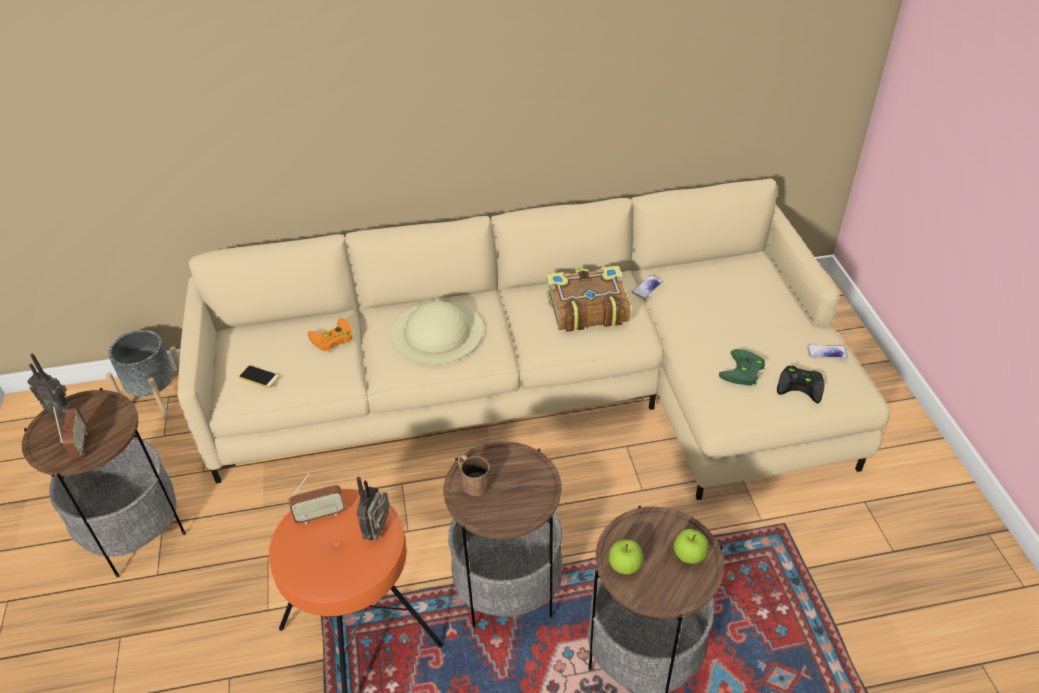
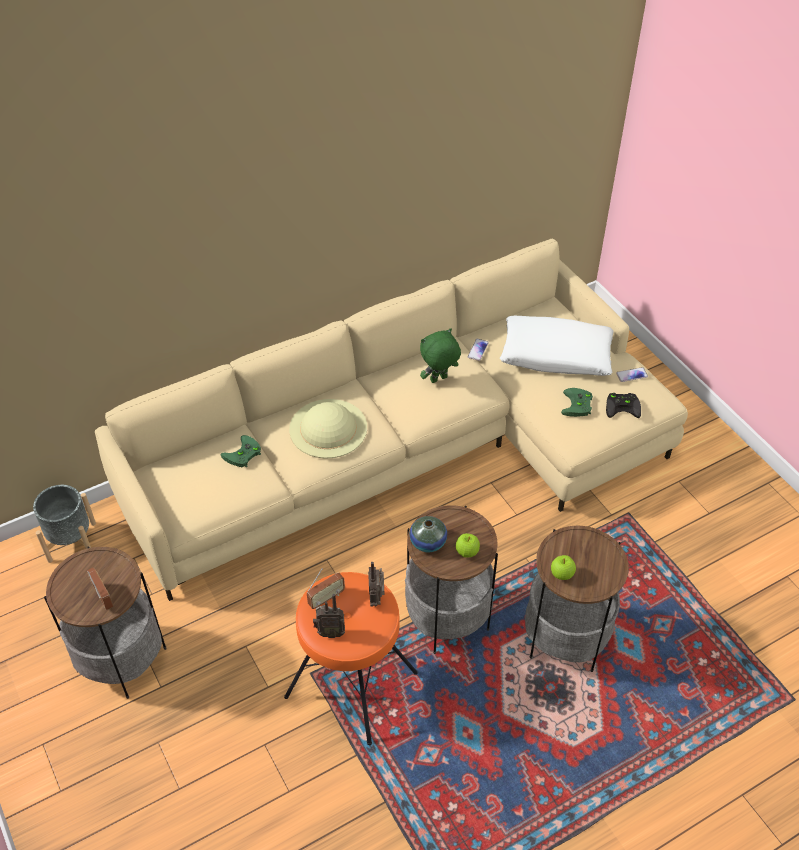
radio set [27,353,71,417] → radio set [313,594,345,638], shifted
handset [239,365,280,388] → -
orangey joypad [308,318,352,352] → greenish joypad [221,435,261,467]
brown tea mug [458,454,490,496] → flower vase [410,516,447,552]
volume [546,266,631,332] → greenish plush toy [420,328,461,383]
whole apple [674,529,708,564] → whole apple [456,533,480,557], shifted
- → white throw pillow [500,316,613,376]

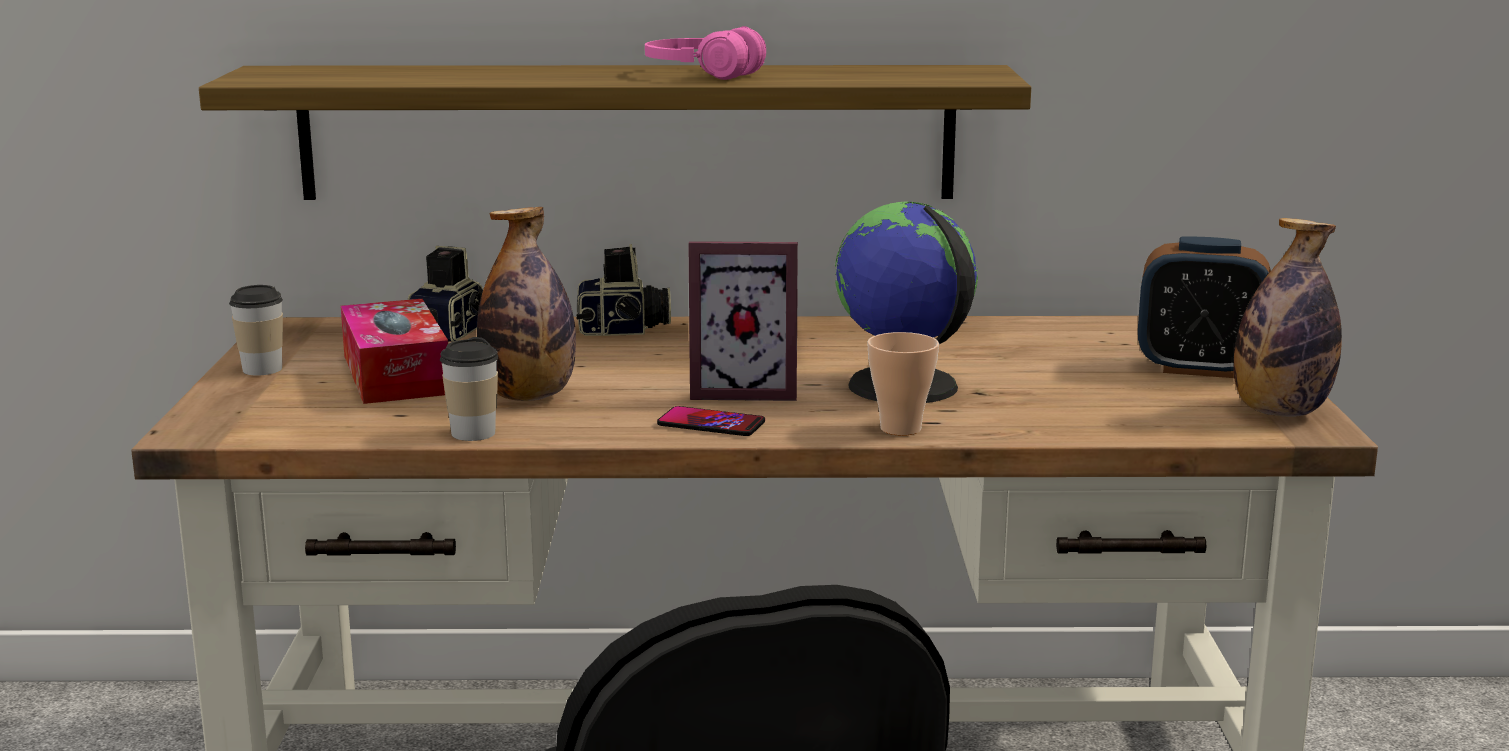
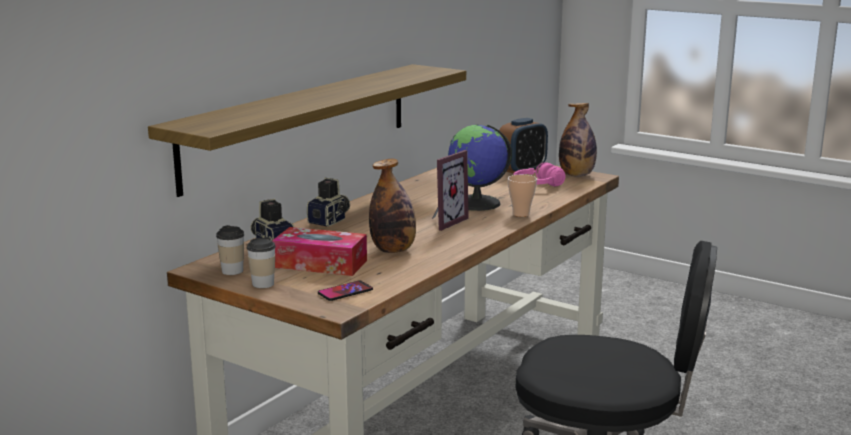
drinking cup [440,337,498,441] → drinking cup [216,225,244,275], shifted
pinkish headphones [645,26,766,80] → pinkish headphones [514,162,565,187], shifted
handset [657,406,765,436] → handset [318,280,373,301], shifted

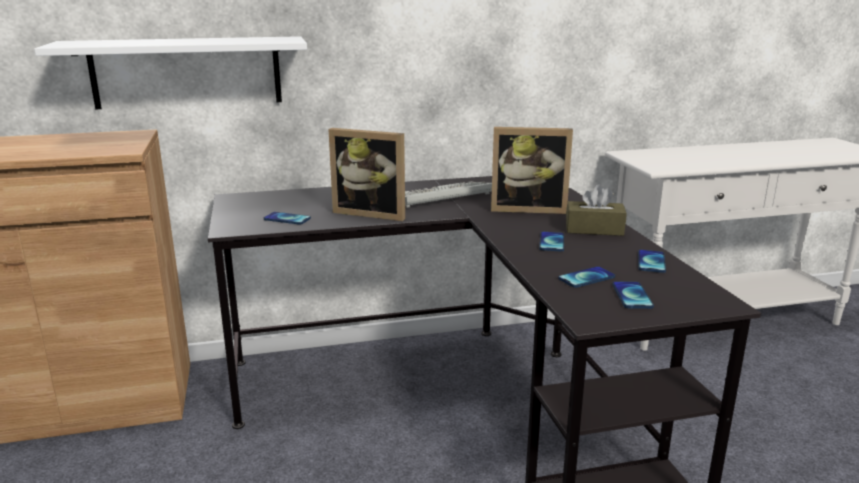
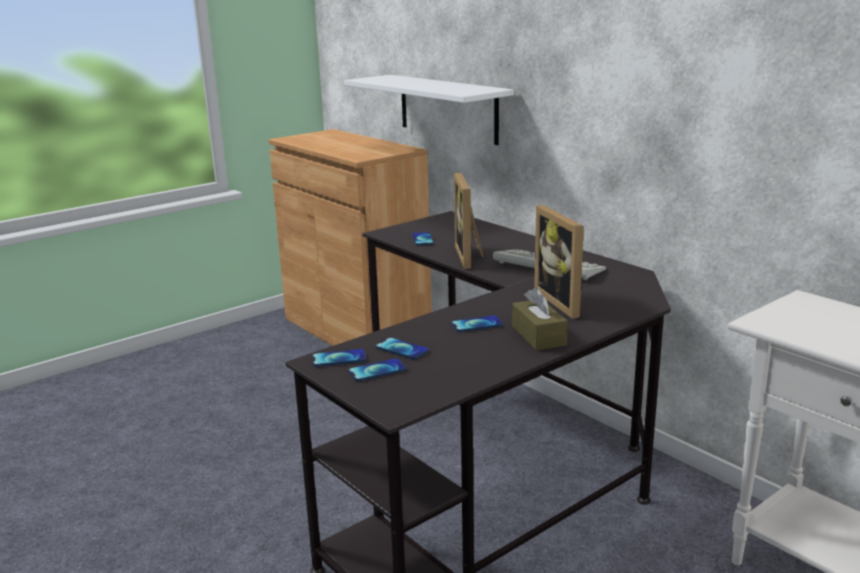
handset [638,250,666,273] → handset [312,349,366,367], shifted

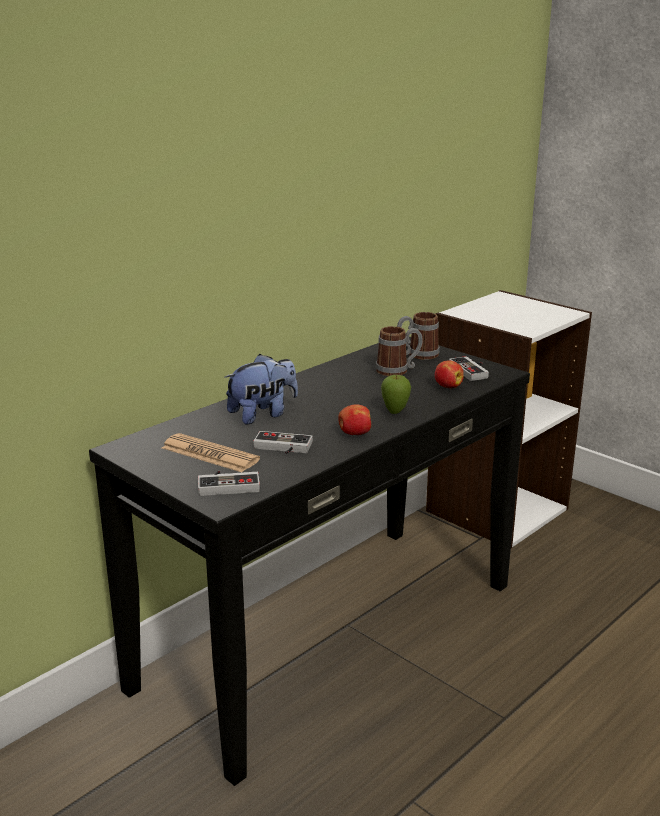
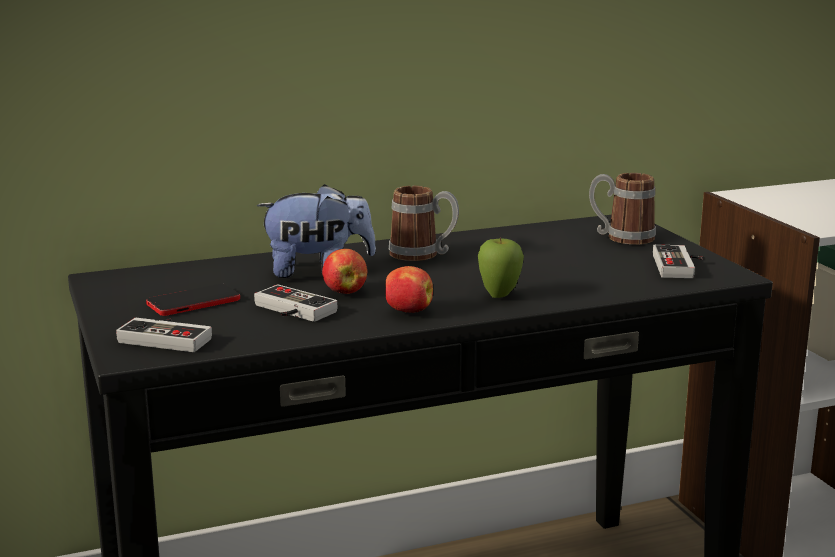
daily paper [162,433,260,472] → handset [146,284,240,316]
tea mug [376,326,423,376] → tea mug [389,186,459,261], shifted
whole apple [435,360,464,388] → whole apple [322,249,367,294], shifted

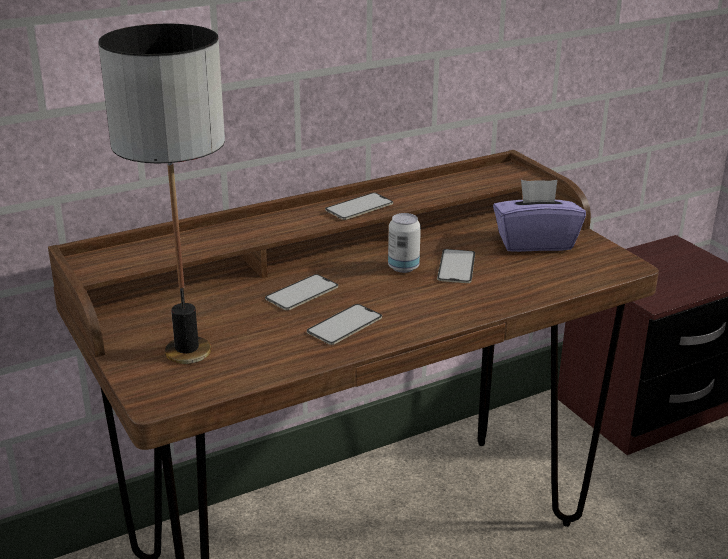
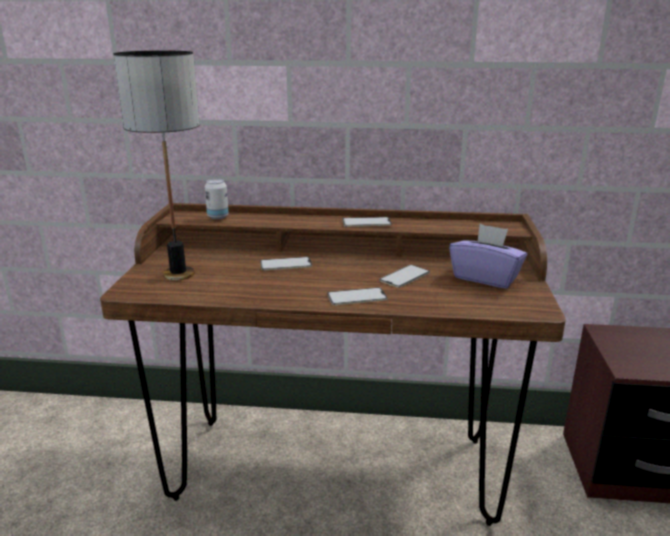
handset [307,304,382,345] → handset [327,287,388,305], shifted
can [388,213,421,273] → can [205,179,229,219], shifted

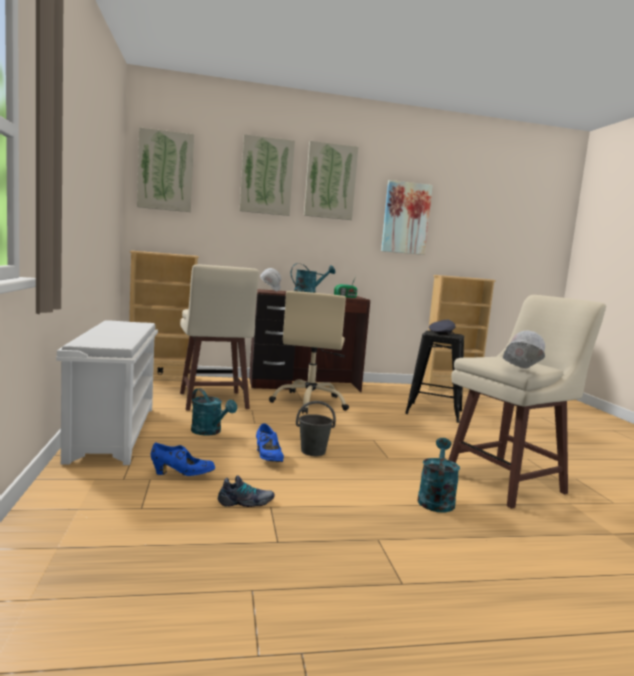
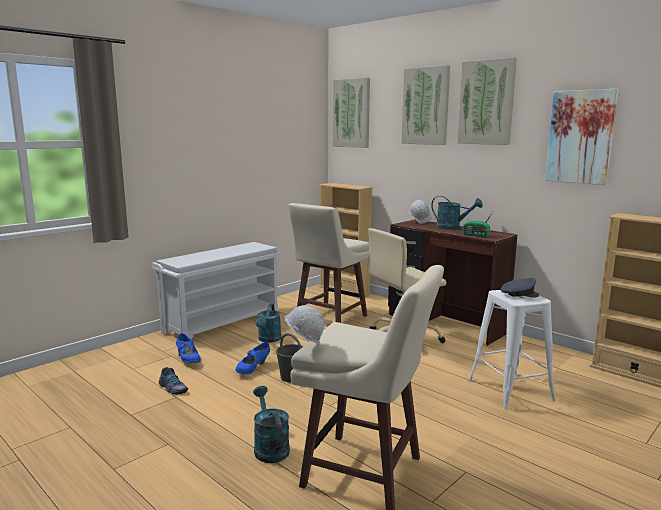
black-coloured stool seat [405,331,464,423] → white stool seat [468,290,556,410]
turquoise-coloured watering can [417,438,460,512] → turquoise-coloured watering can [253,386,290,463], 90 degrees counterclockwise

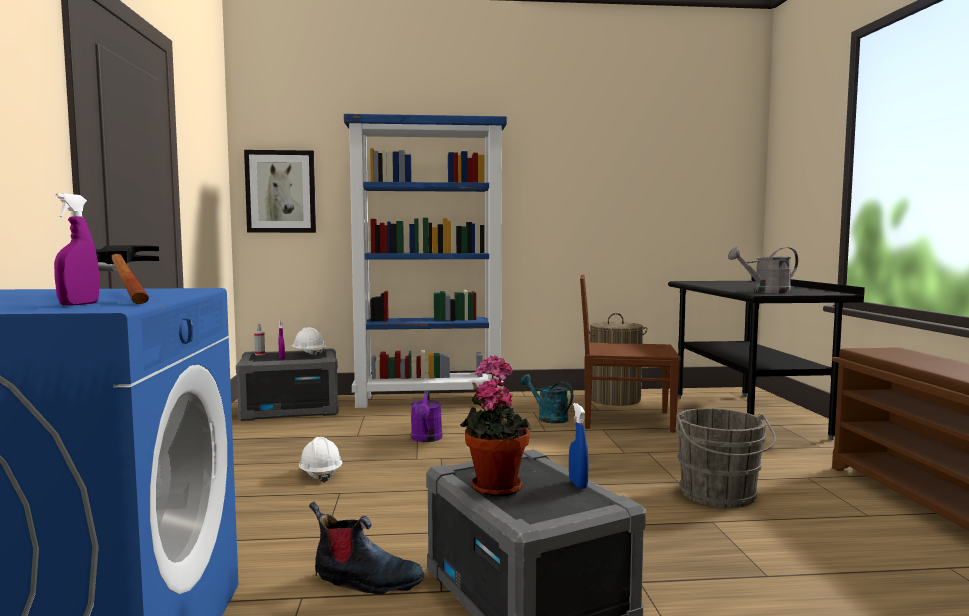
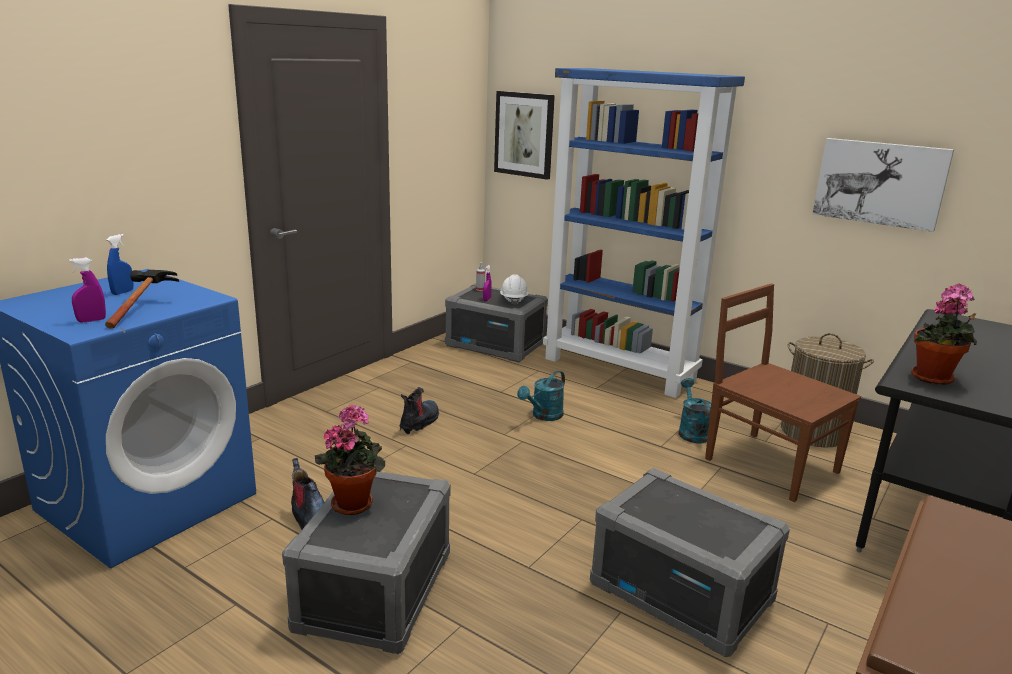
white safety helmet [299,437,342,483] → high-top boot [400,387,439,434]
purple watering can [411,391,442,442] → turquoise-coloured watering can [517,370,565,421]
blue-coloured hand sprayer [569,403,588,489] → blue-coloured hand sprayer [107,234,134,295], shifted
grey pail [675,408,776,508] → grey storage bin [590,468,790,657]
grey watering can [728,247,798,293] → houseplant [911,283,977,385]
- → wall art [812,138,954,232]

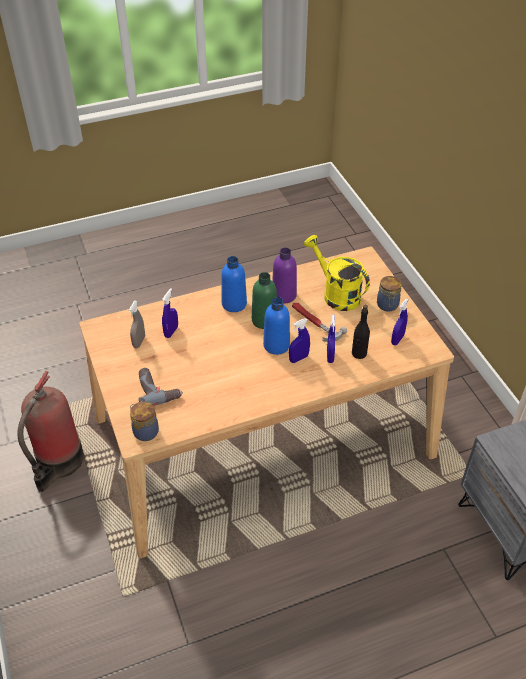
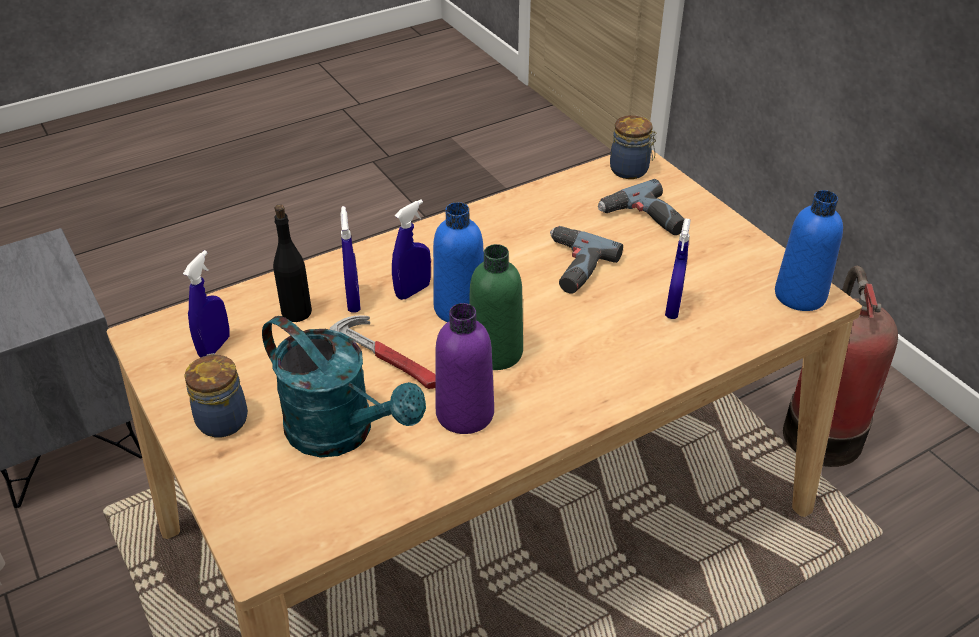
grey hand sprayer [129,301,145,348] → -
blue-coloured beverage bottle [221,256,247,312] → blue-coloured beverage bottle [775,190,843,311], shifted
yellow watering can [304,235,370,311] → turquoise-coloured watering can [262,316,426,458]
- → power drill [550,226,623,294]

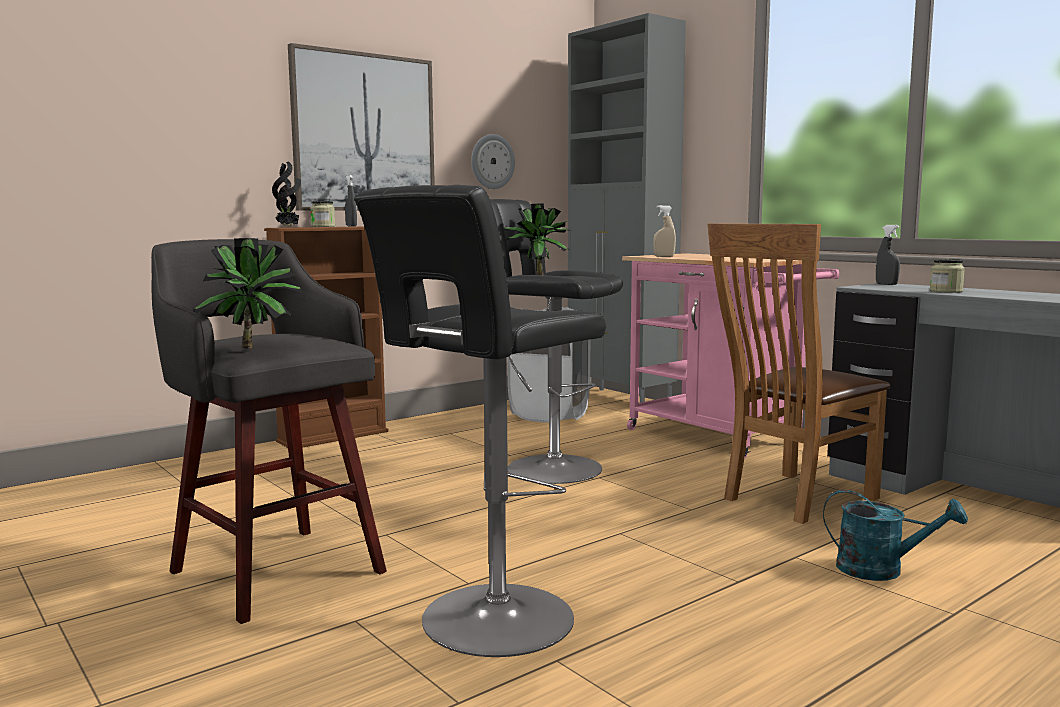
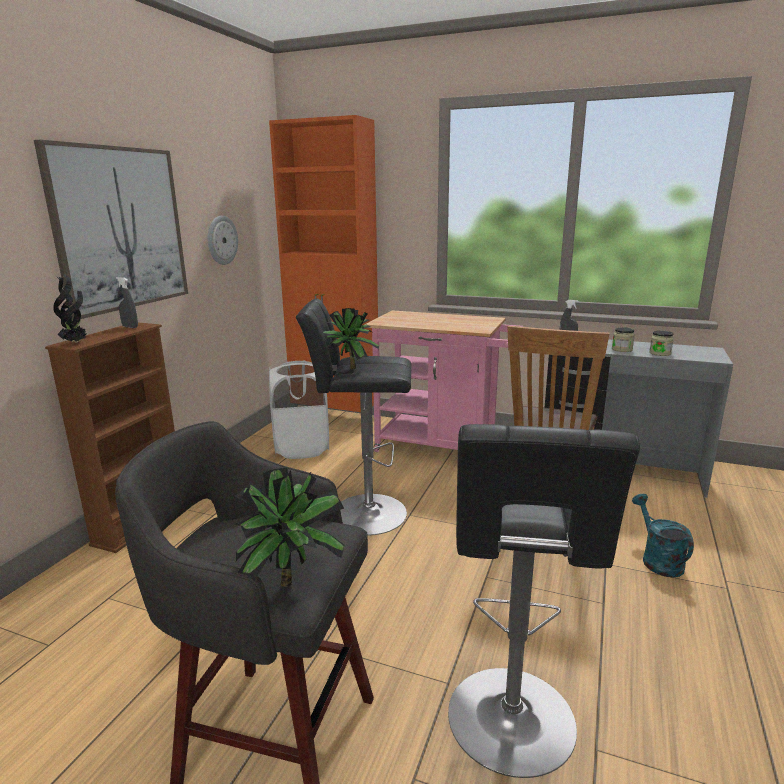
preserve jar [311,201,335,227] → preserve jar [649,330,674,356], shifted
grey cabinet [568,13,686,403] → orangey cabinet [269,115,378,415]
beige-coloured hand sprayer [653,205,676,257] → -
turquoise-coloured watering can [823,489,968,581] → turquoise-coloured watering can [632,494,694,578], 90 degrees counterclockwise

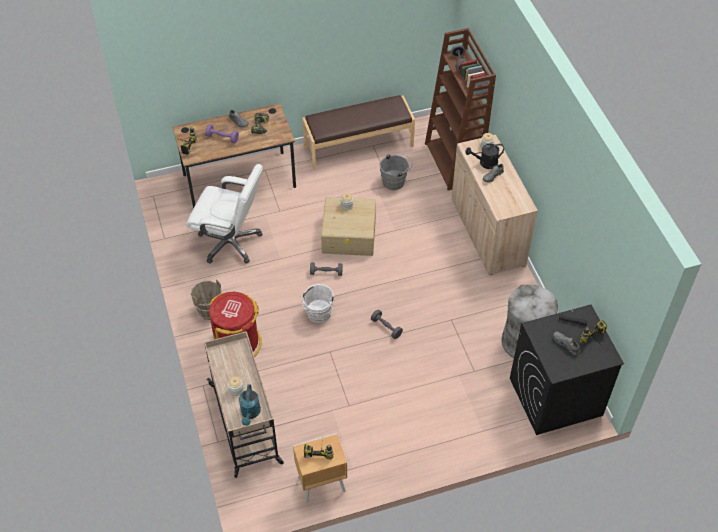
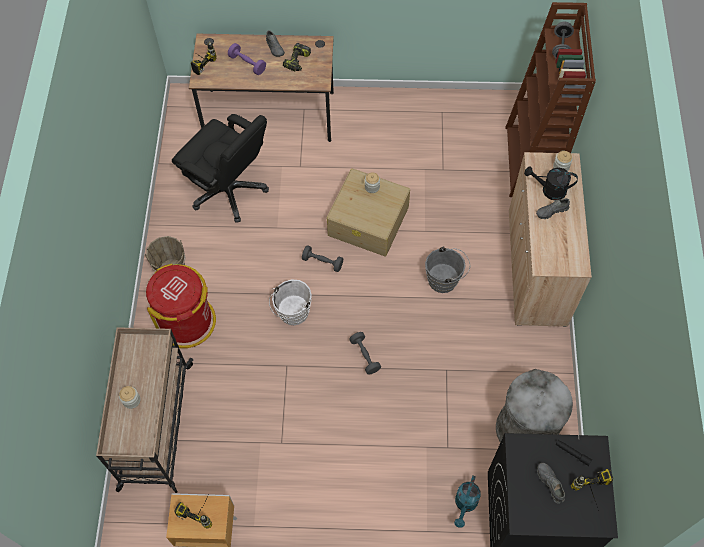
white office chair [186,164,263,264] → black-coloured office chair [172,114,269,223]
turquoise-coloured watering can [239,384,261,426] → turquoise-coloured watering can [454,476,481,528], shifted
brown bench [302,95,415,170] → -
grey pail [380,154,412,190] → grey pail [425,246,470,293], shifted

